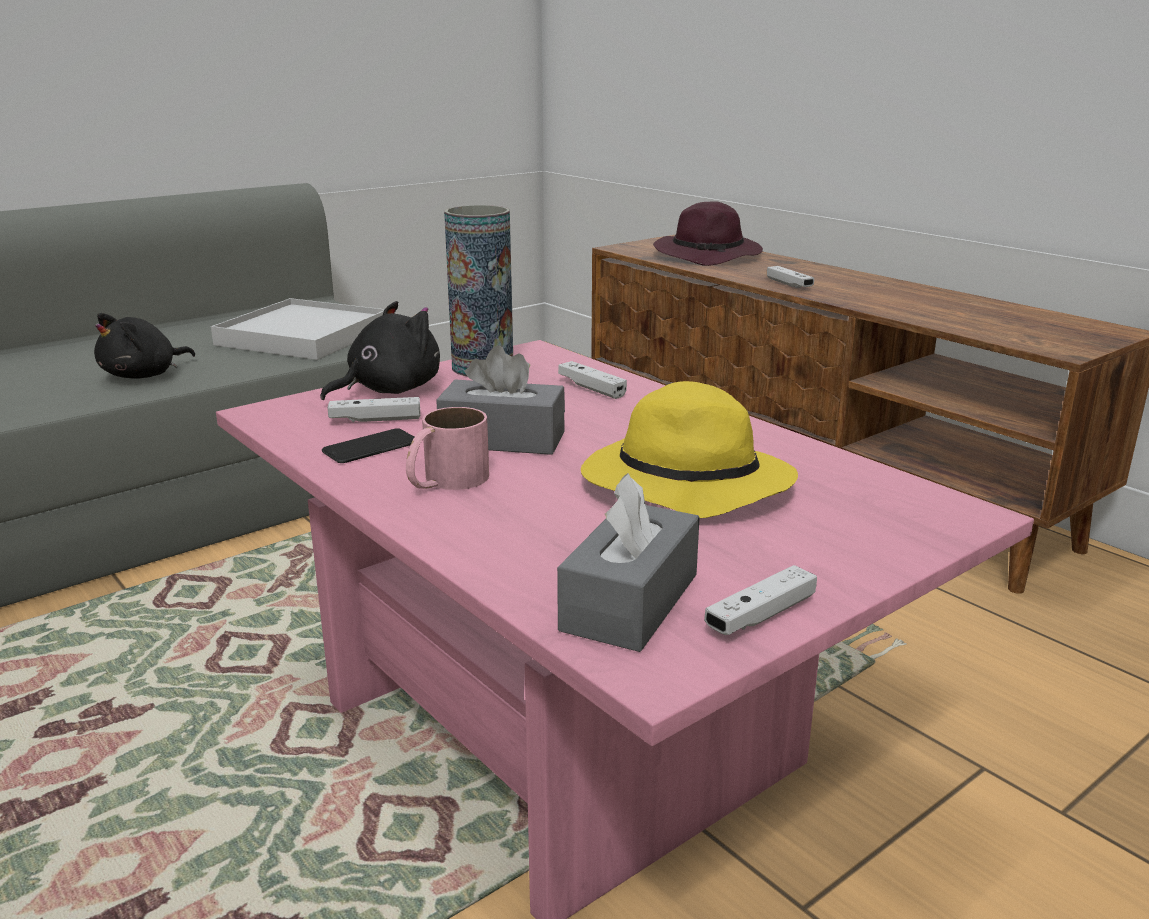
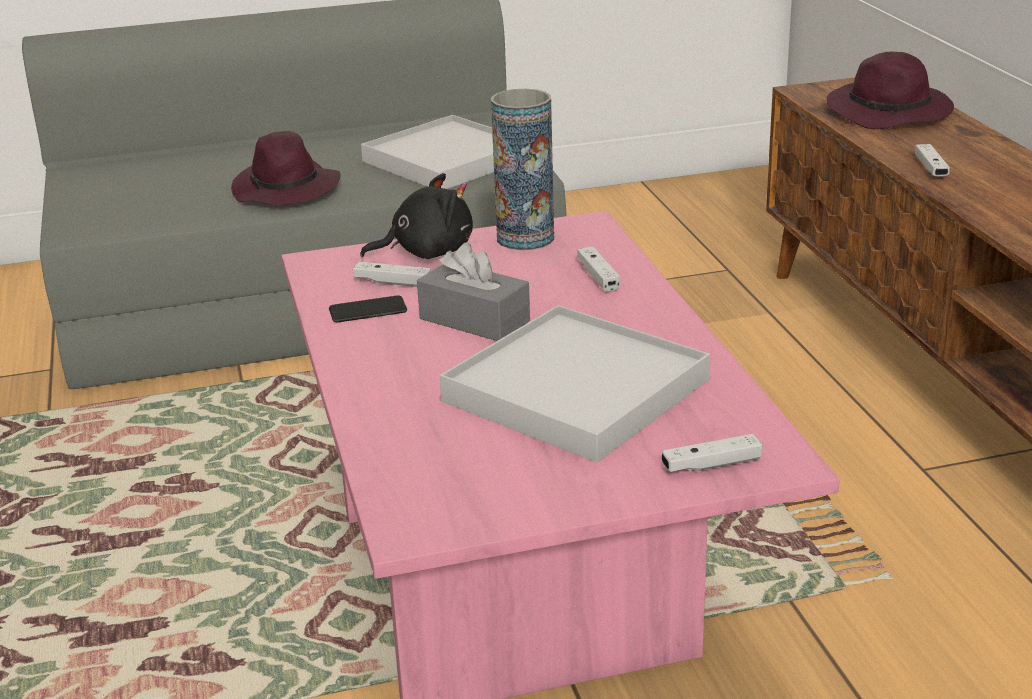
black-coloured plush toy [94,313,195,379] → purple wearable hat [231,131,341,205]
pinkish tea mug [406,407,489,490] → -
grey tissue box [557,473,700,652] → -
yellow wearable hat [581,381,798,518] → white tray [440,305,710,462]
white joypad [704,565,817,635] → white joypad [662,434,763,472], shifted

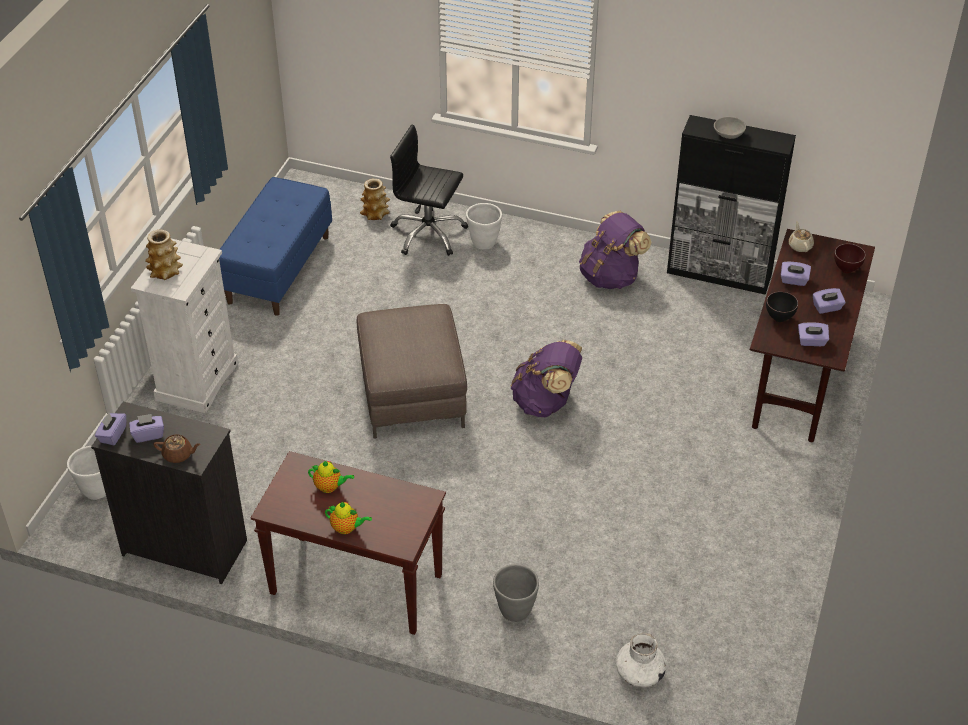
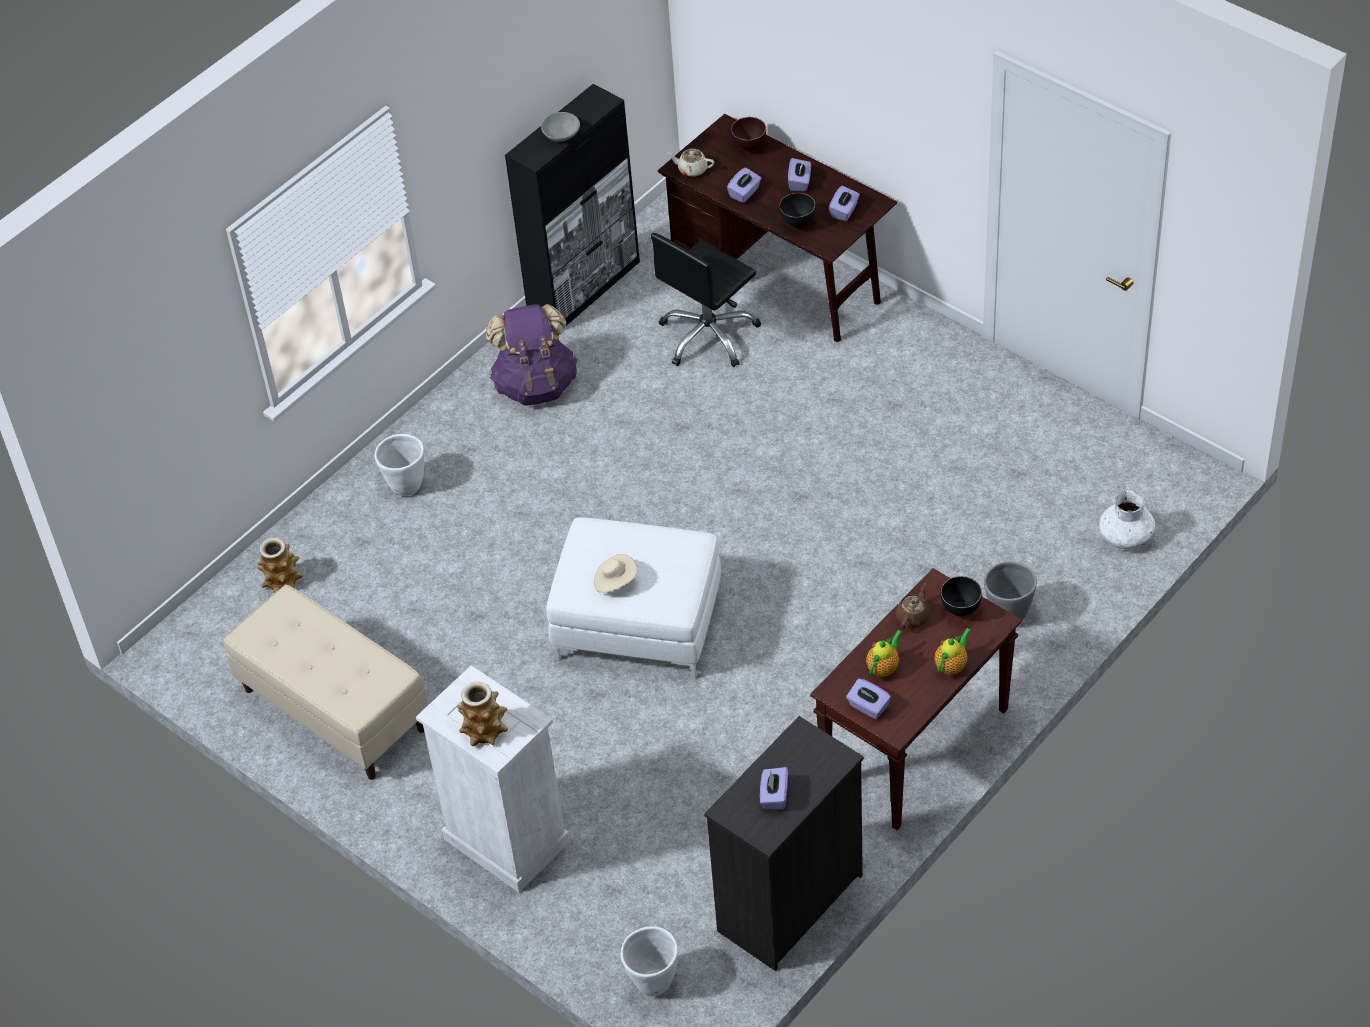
purple tissue box [95,413,126,445] → purple tissue box [846,678,891,719], shifted
brown pot for tea [153,434,201,463] → brown pot for tea [896,583,931,629], shifted
blue-coloured bench [219,177,332,316] → beige-coloured bench [224,585,429,780]
brown footrest [357,304,467,439] → white footrest [546,517,721,679]
black-coloured office chair [390,125,468,256] → black-coloured office chair [651,233,761,367], shifted
purple knapsack [511,340,582,417] → -
- → beige-coloured wearable hat [594,554,637,593]
- → black-coloured serving bowl [940,576,982,616]

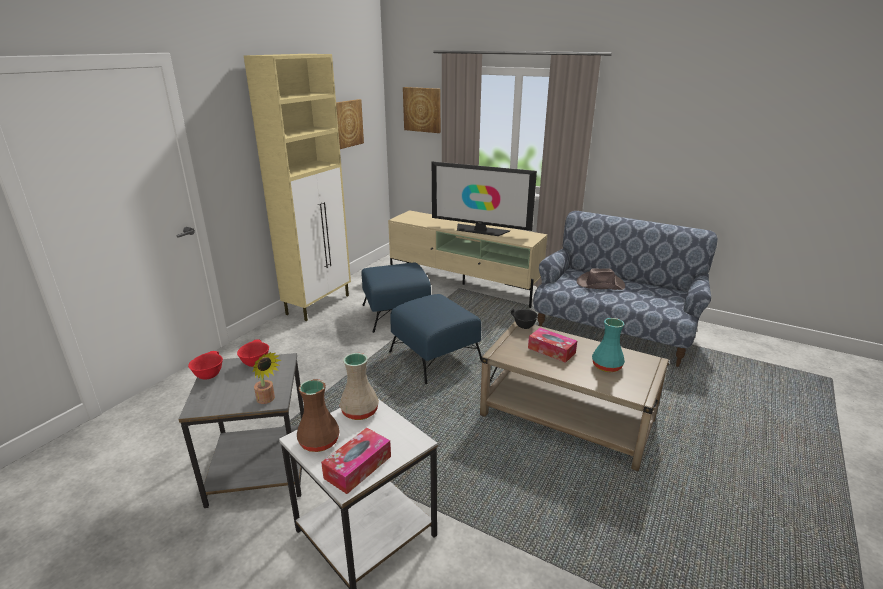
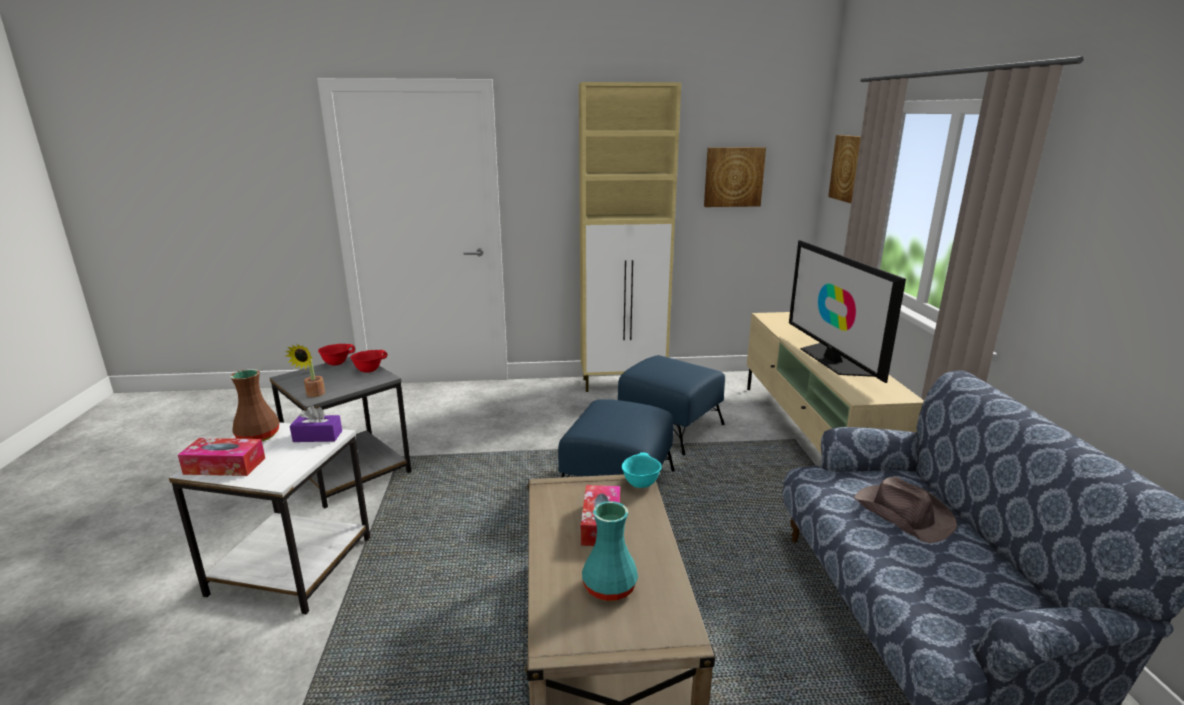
beige-coloured flower vase [339,353,379,420] → purple tissue box [290,405,342,442]
black-coloured serving bowl [511,309,538,329] → turquoise-coloured serving bowl [622,452,662,488]

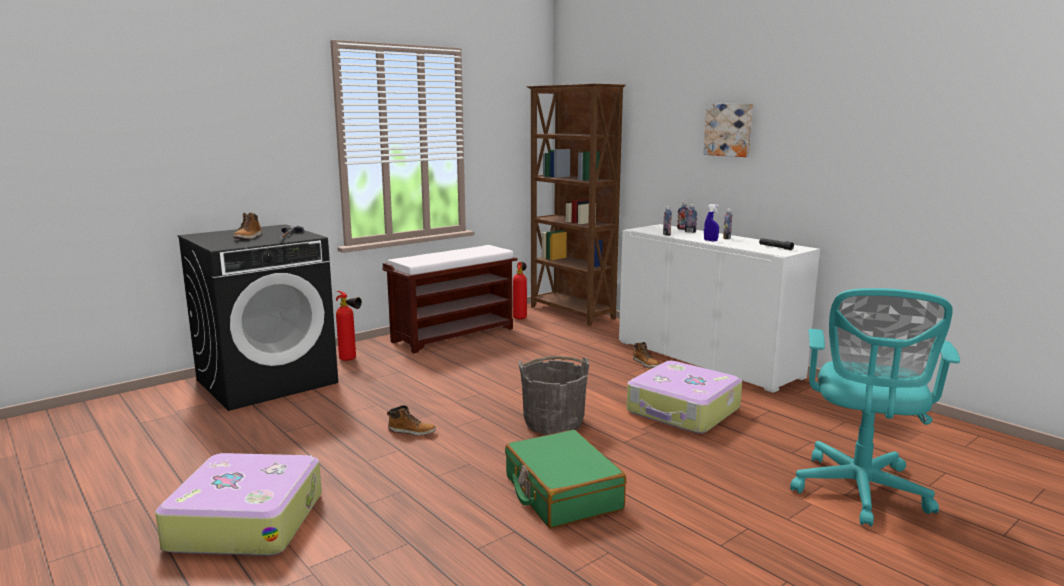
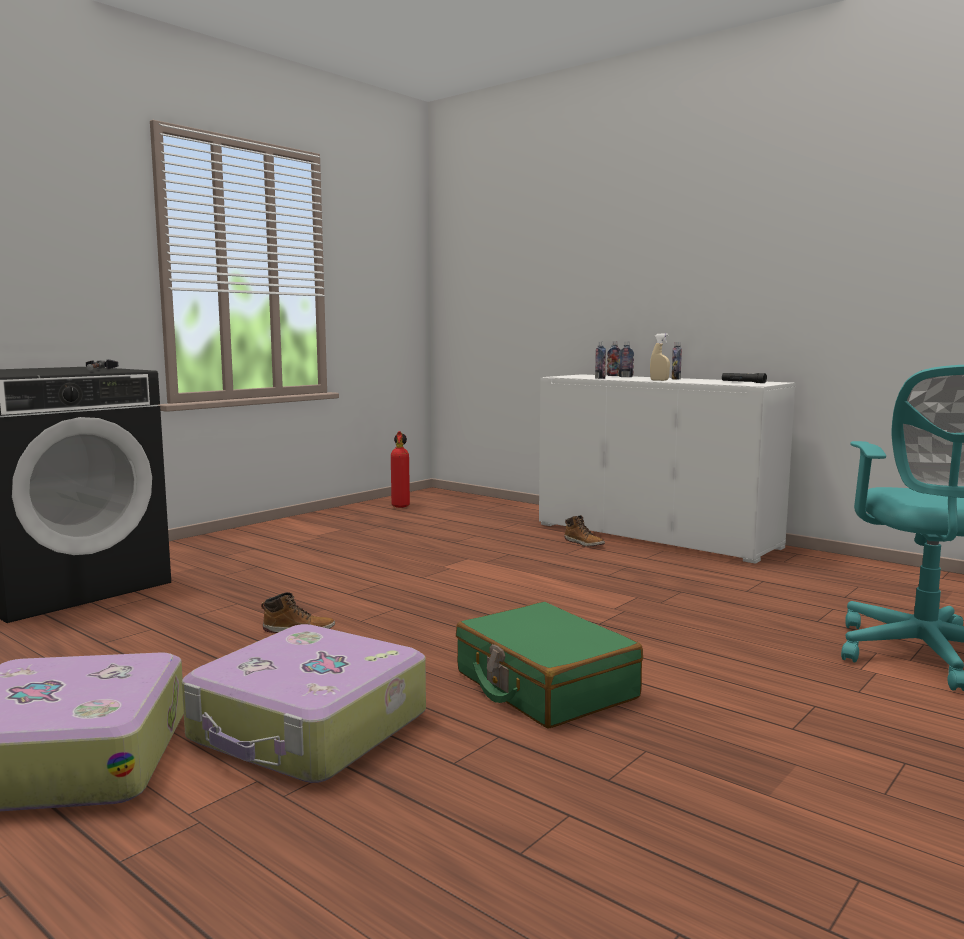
high-top boot [233,213,262,239] → -
fire-fighting cylinder [336,291,362,361] → -
brown bench [383,245,517,353] → -
grey pail [518,356,589,435] → -
brown bookcase [527,84,626,326] → -
suitcase [627,361,742,434] → suitcase [182,624,426,783], shifted
wall art [703,104,753,157] → -
blue-coloured hand sprayer [704,204,719,241] → beige-coloured hand sprayer [650,333,670,381]

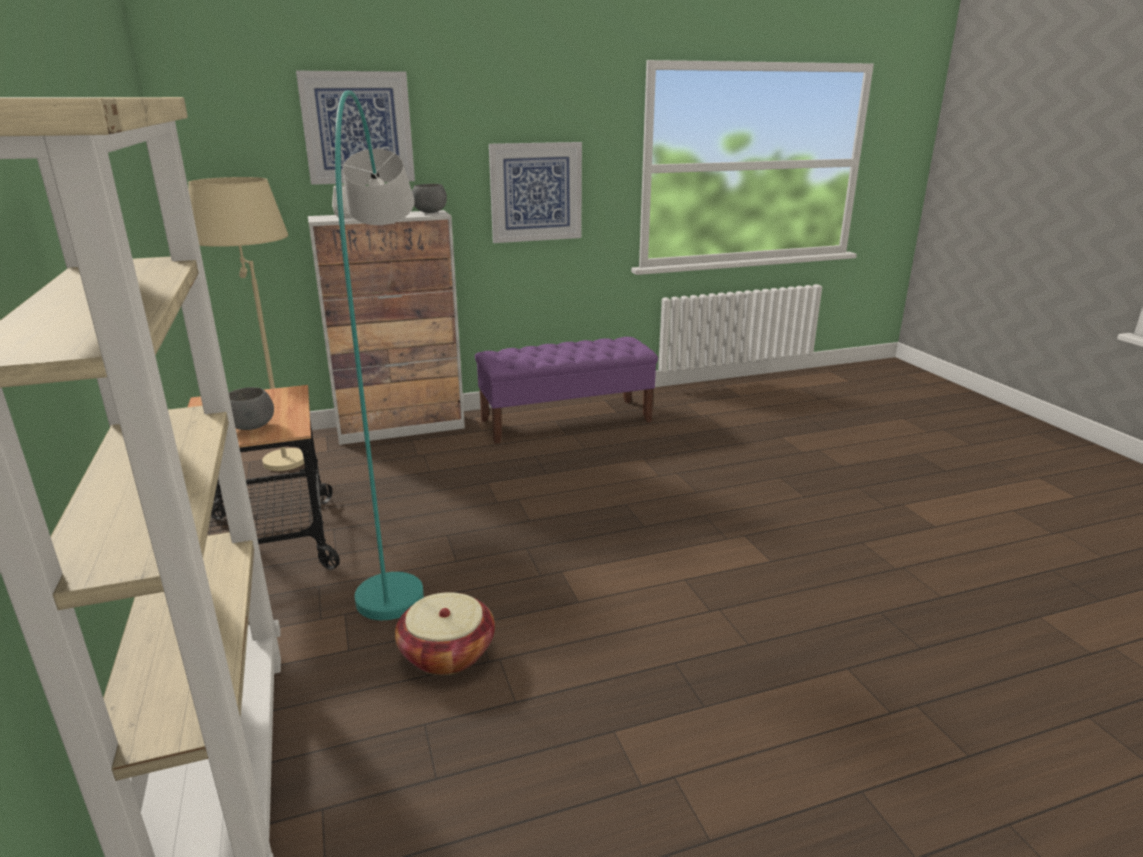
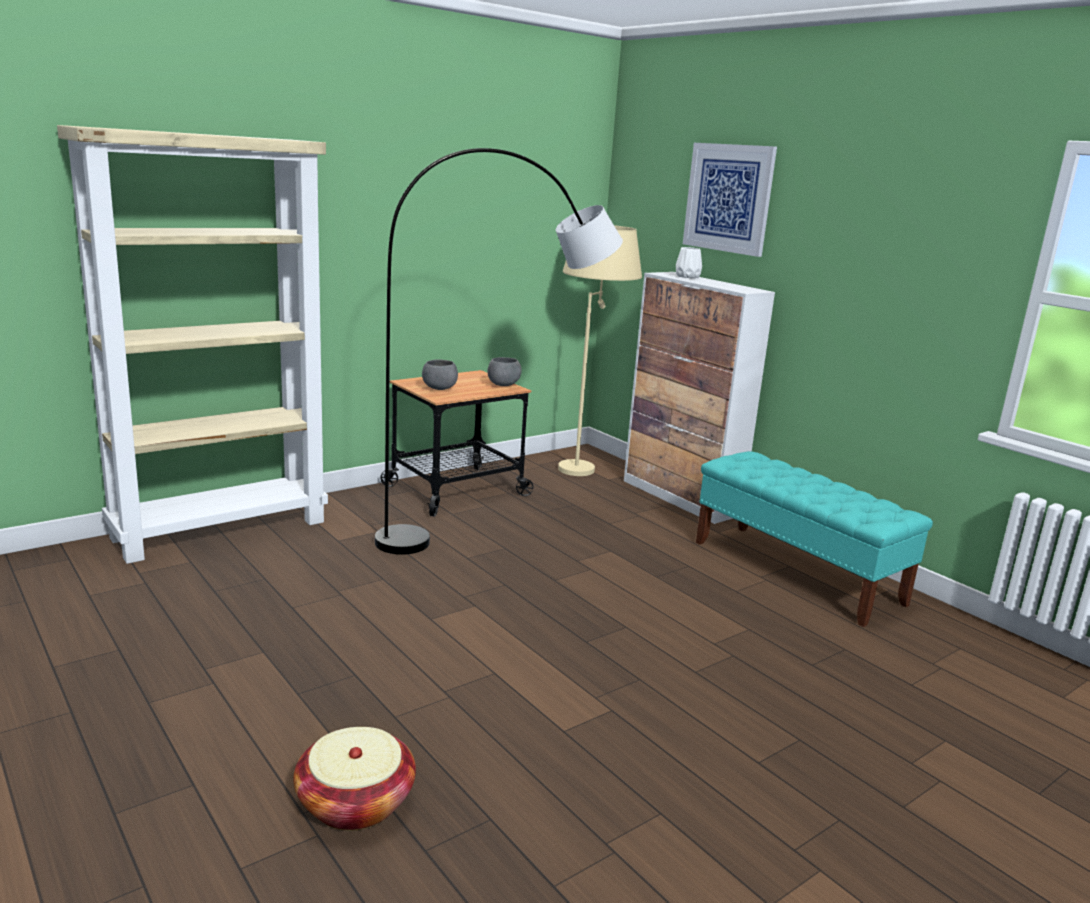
turquoise-coloured standing lamp [335,90,424,620] → grey standing lamp [375,148,623,555]
storage basket [395,592,495,675] → storage basket [294,727,416,830], shifted
grey serving bowl [412,184,447,213] → grey serving bowl [488,357,522,386], shifted
purple bench [475,337,658,444] → turquoise-coloured bench [696,451,933,627]
wall art [489,142,582,243] → -

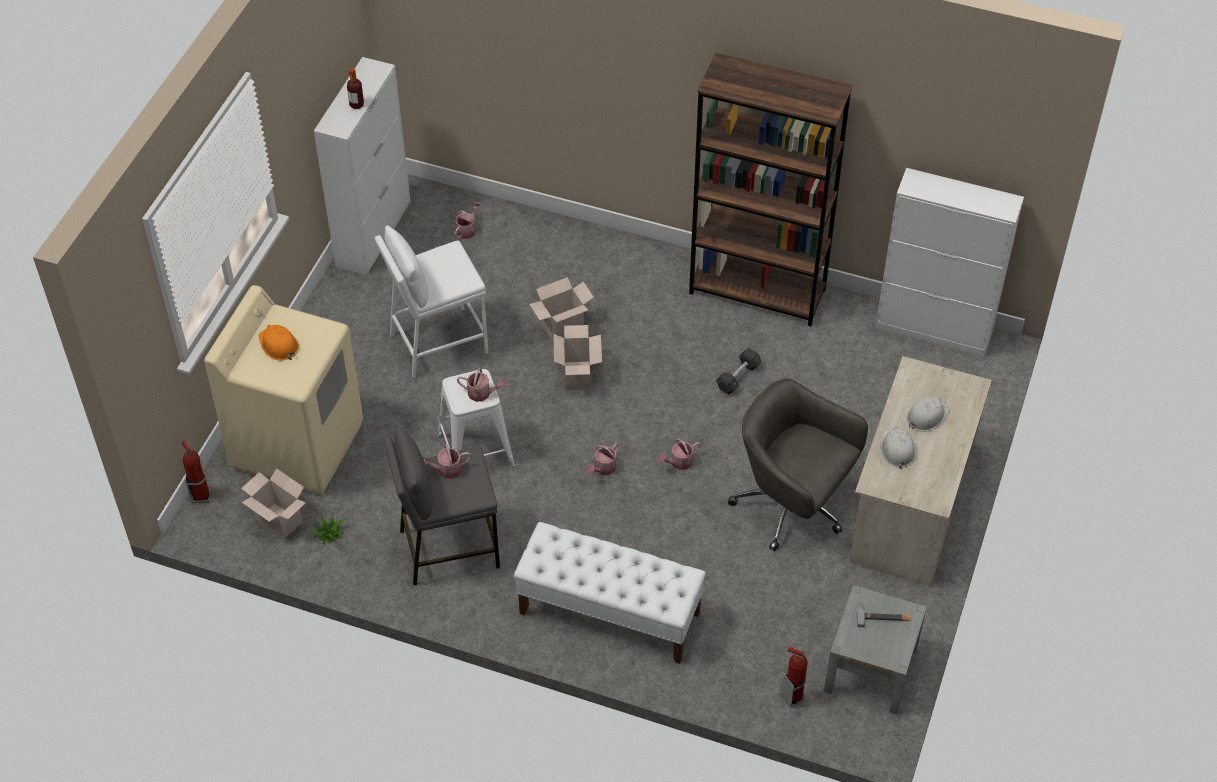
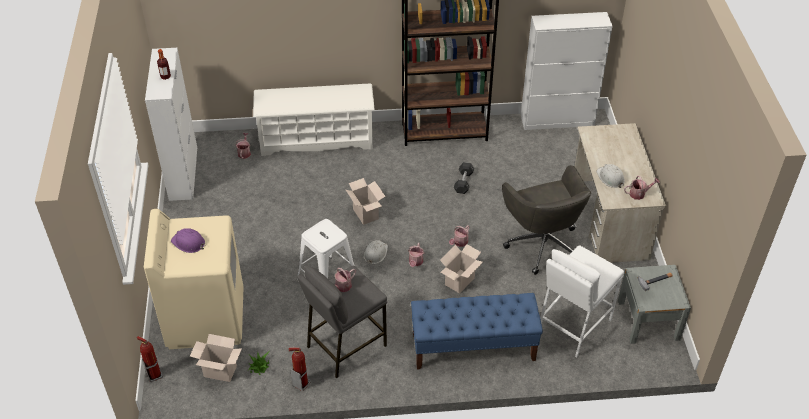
orangey safety helmet [259,325,299,360] → purple safety helmet [171,228,205,253]
white stool seat [375,225,489,378] → white stool seat [540,245,624,357], shifted
watering can [457,368,507,402] → watering can [624,176,660,200], shifted
white bench [514,522,706,664] → blue-coloured bench [411,293,543,370]
cardboard box [529,277,594,342] → cardboard box [440,244,483,294], shifted
grey office chair [728,378,868,551] → grey office chair [502,165,591,275], 120 degrees counterclockwise
fire-fighting cylinder [781,646,808,708] → fire-fighting cylinder [289,347,311,391], shifted
white safety helmet [907,396,950,432] → white safety helmet [364,240,388,264], shifted
- → white shoe stand [253,83,375,156]

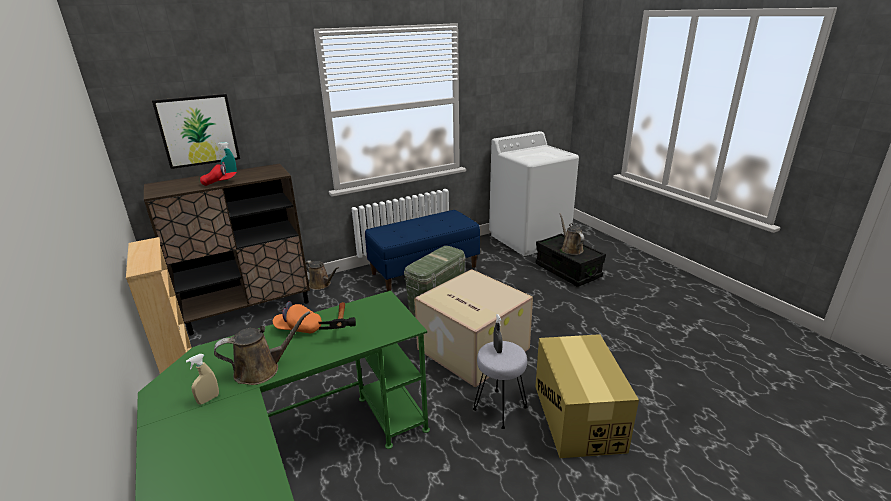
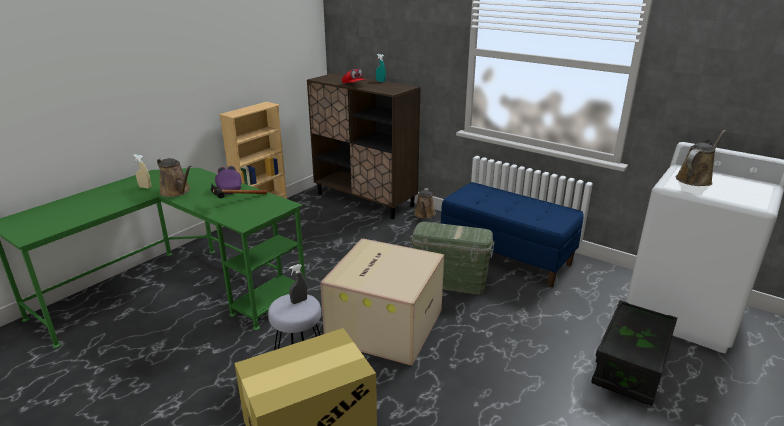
wall art [152,94,240,169] → -
orangey baseball cap [273,301,322,334] → purple baseball cap [215,166,242,194]
brown watering can [559,213,584,255] → brown watering can [676,130,726,186], shifted

